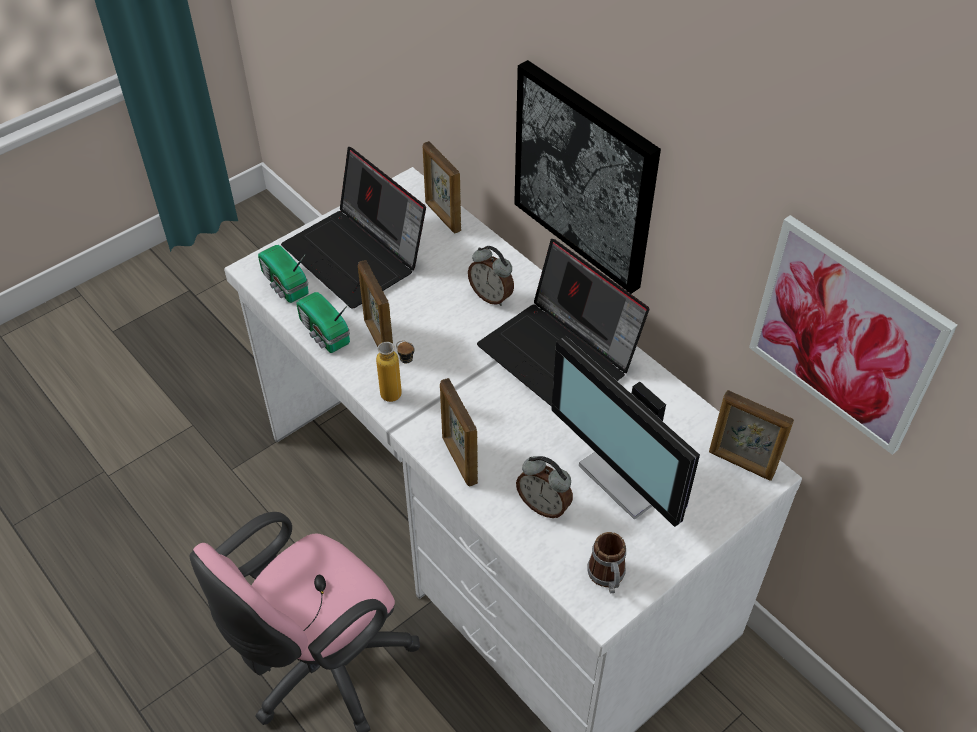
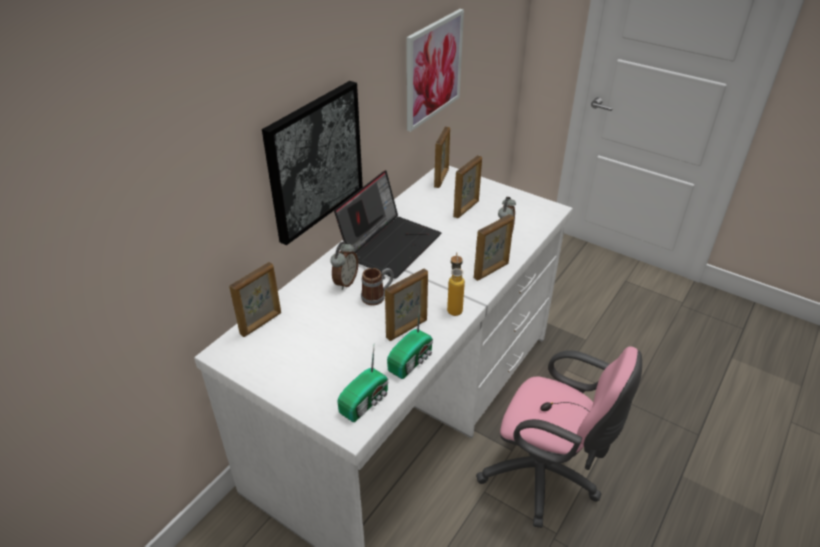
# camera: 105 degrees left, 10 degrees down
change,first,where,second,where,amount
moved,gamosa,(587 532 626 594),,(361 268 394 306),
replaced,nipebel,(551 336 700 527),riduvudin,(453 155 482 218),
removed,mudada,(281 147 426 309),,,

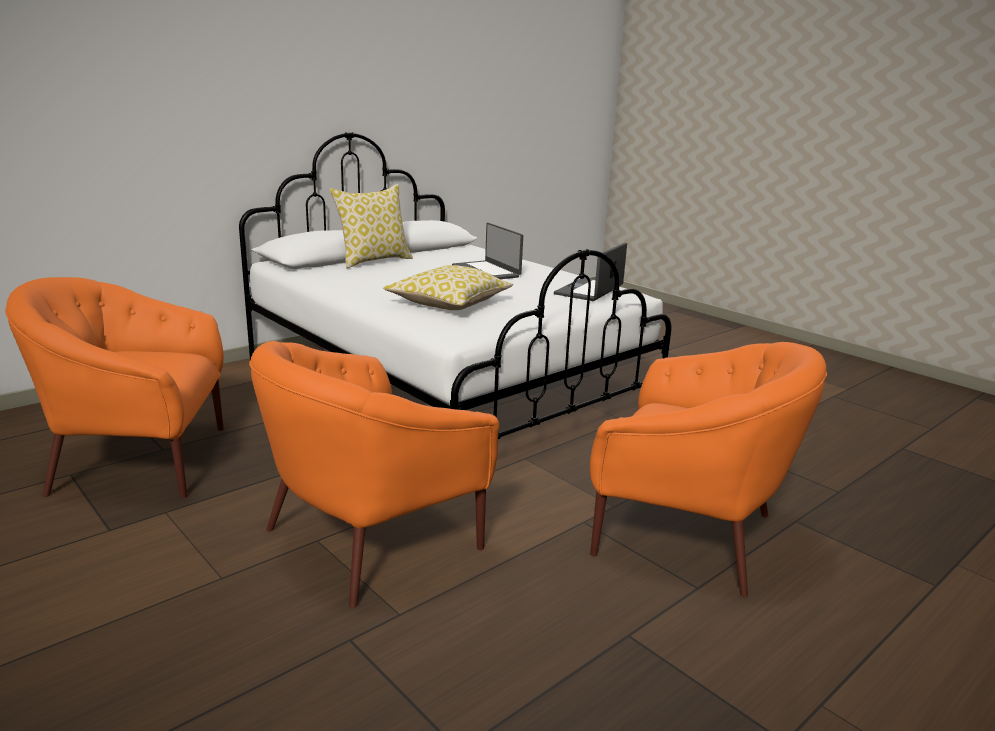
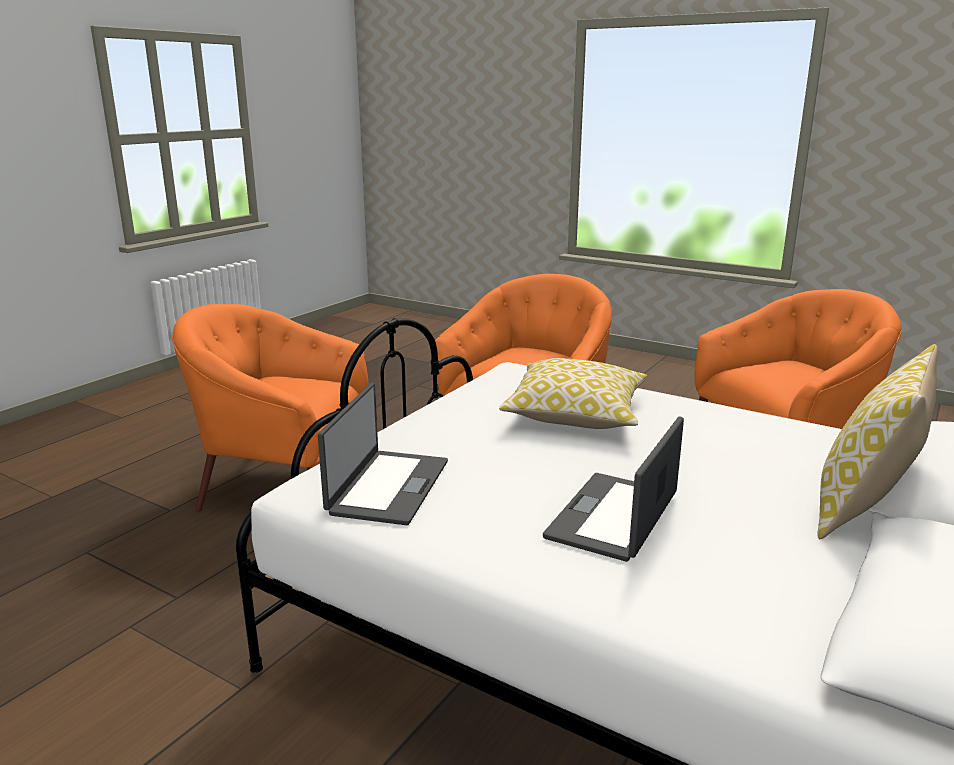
# camera: 165 degrees right, 0 degrees up
change,first,where,second,where,amount
turned,mudada,(452 223 523 279),,(543 416 684 562),105 degrees counterclockwise

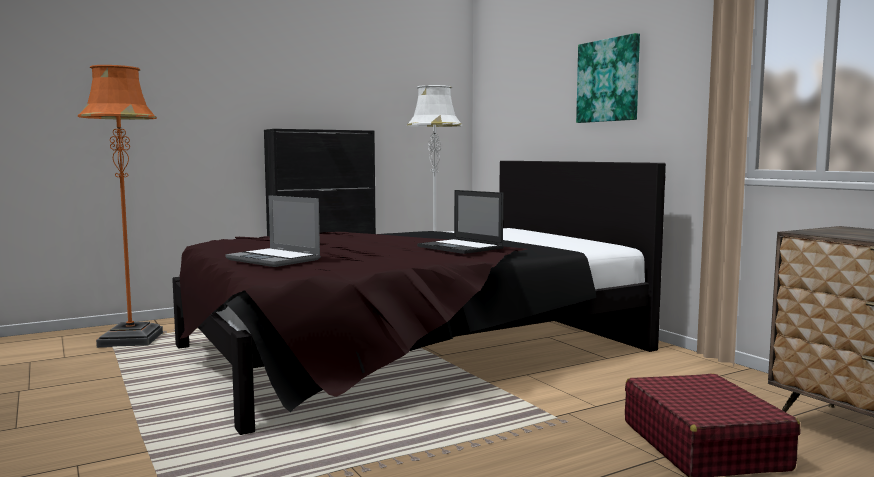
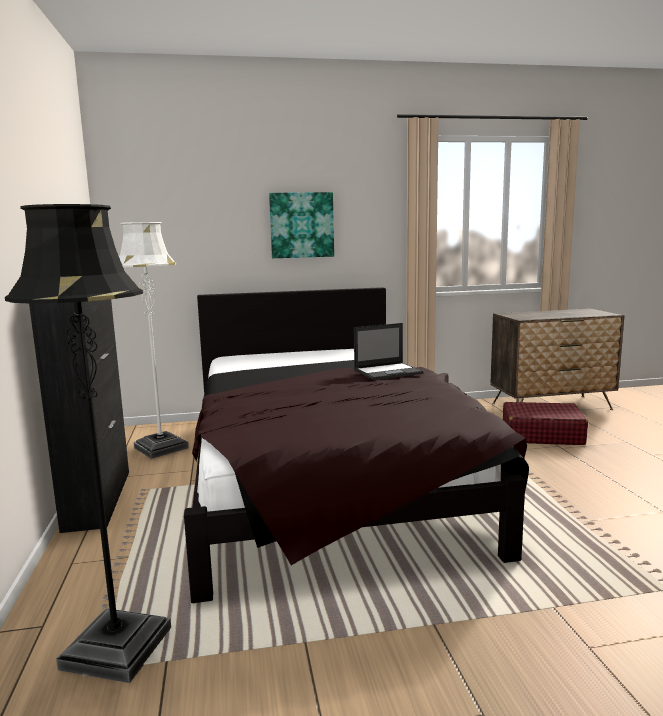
# camera: 70 degrees left, 5 degrees up
change,first,where,second,where,amount
recoloured,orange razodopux,(78 65 163 348),black razodopux,(5 204 171 683),
removed,mudada,(226 195 321 267),,,

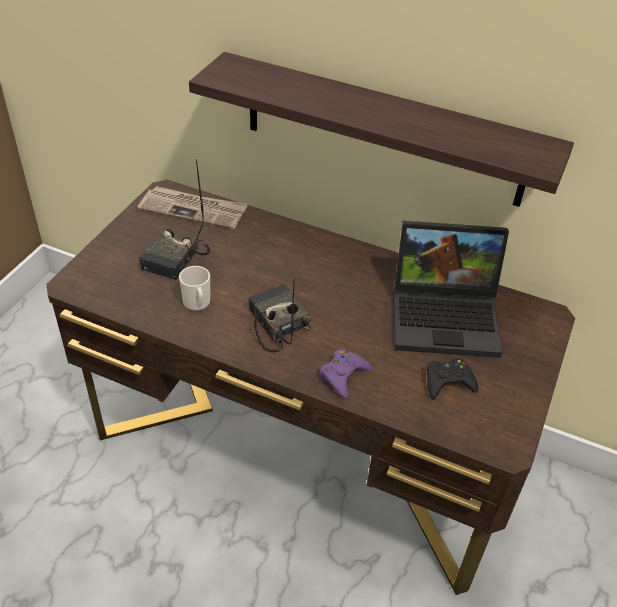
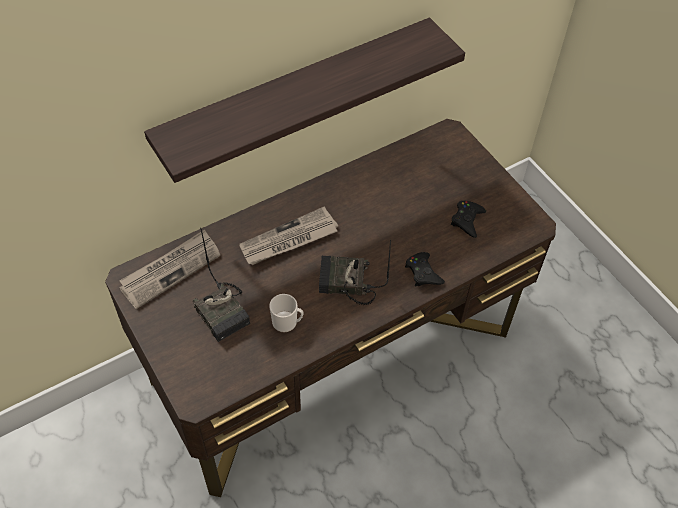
# camera: 55 degrees left, 10 degrees up
change,first,where,second,where,amount
added,,,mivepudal,(239 206 338 265),
recoloured,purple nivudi,(320 349 372 399),black nivudi,(405 252 445 286),
removed,mudada,(393 221 509 358),,,

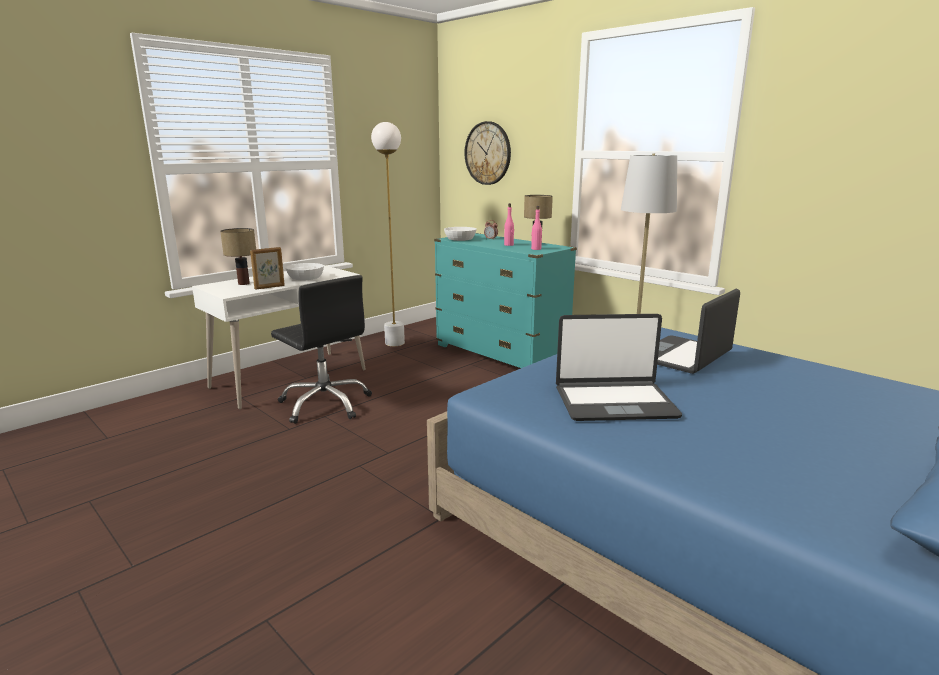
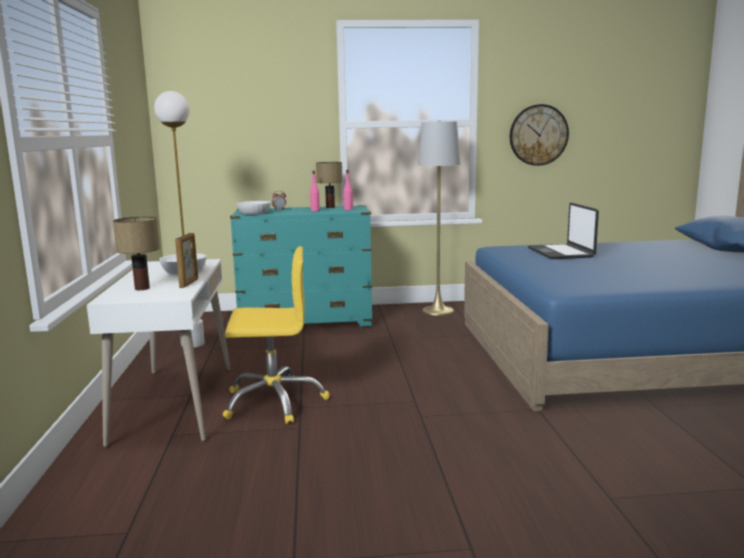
# camera: 50 degrees left, 5 degrees down
change,first,where,second,where,amount
recoloured,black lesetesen,(271 275 372 424),yellow lesetesen,(223 246 330 424),
moved,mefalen,(465 121 511 185),,(510 104 569 166),
removed,mudada,(556 314 682 421),,,

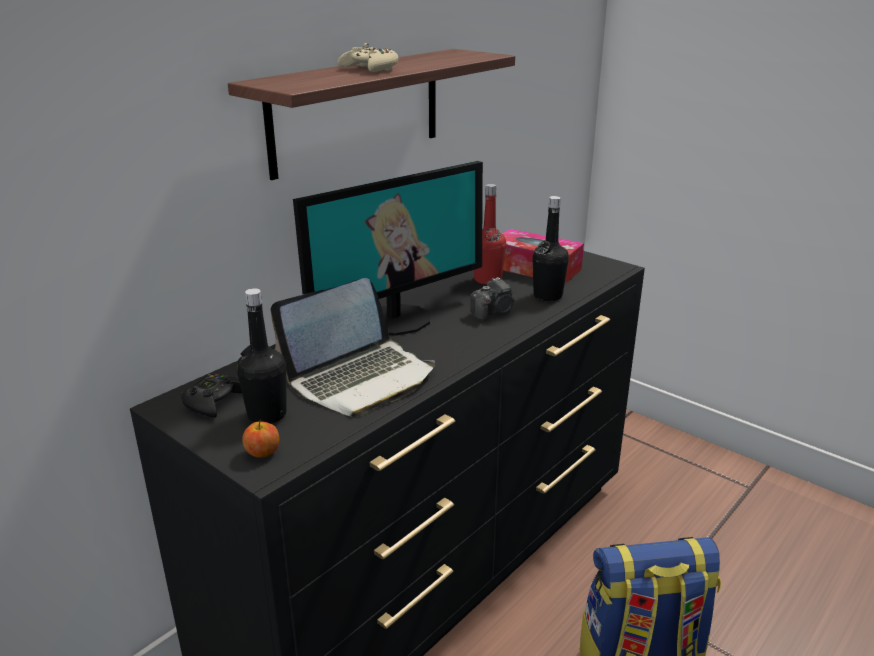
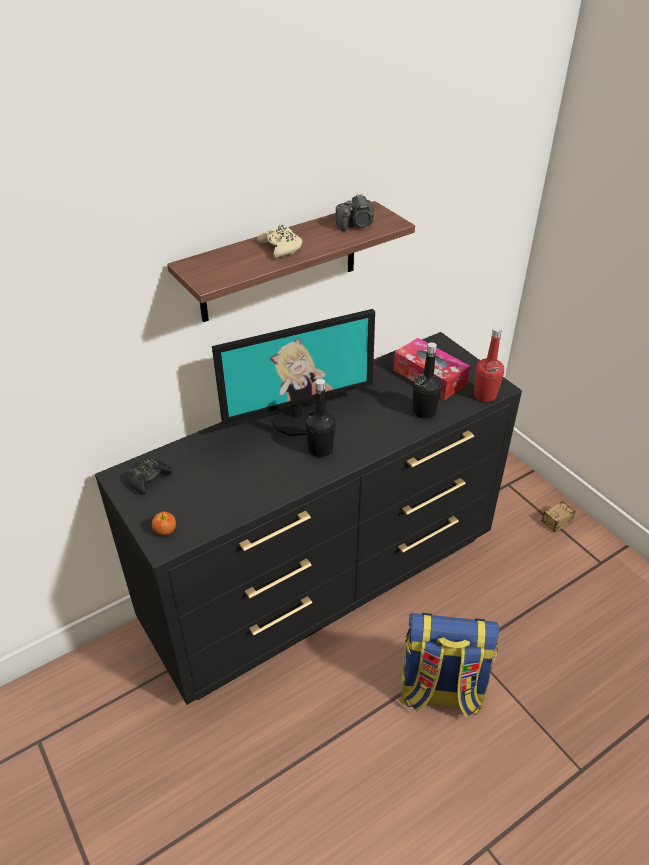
# camera: 15 degrees right, 15 degrees up
change,first,where,second,where,amount
moved,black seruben,(237 288 286 424),,(305 379 336 457),
moved,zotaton,(470 277 514 321),,(336 194 374 231),
moved,red seruben,(474 184 507 285),,(474 327 504 402),
added,,,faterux,(542 501 575 532),
removed,mudada,(270 278 435 417),,,

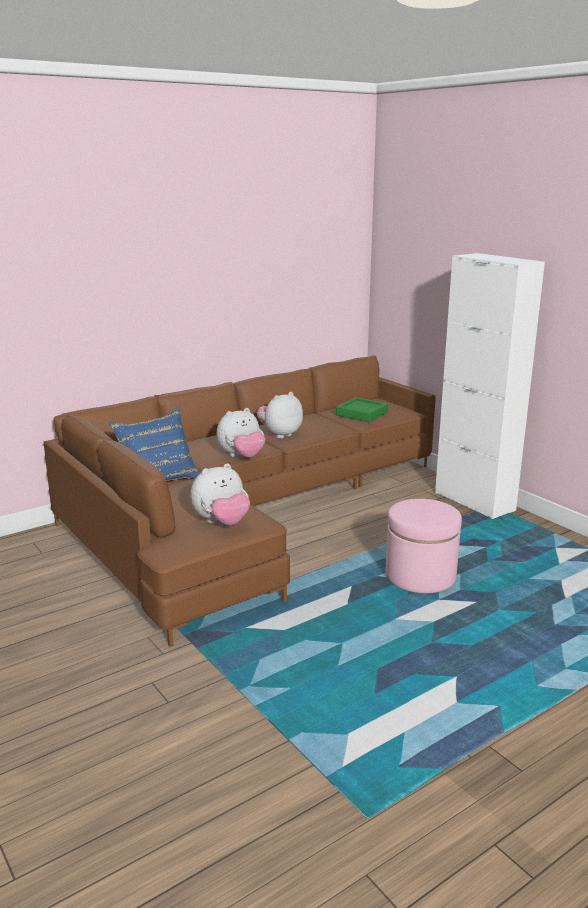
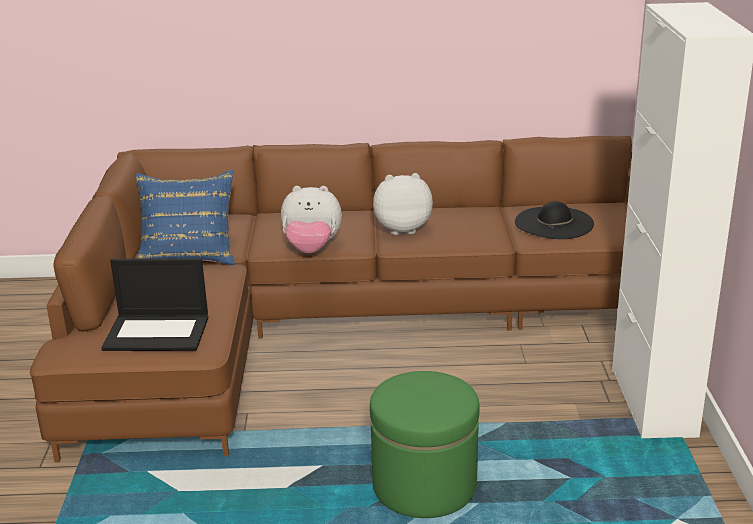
# camera: 35 degrees right, 5 degrees up
change,first,where,second,where,amount
replaced,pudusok,(190 463 250 525),mudada,(101 258 208 351),
recoloured,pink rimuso,(386 499 462 593),green rimuso,(370 371 480 518),
replaced,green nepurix,(336 397 388 422),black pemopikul,(515 201 594 239),

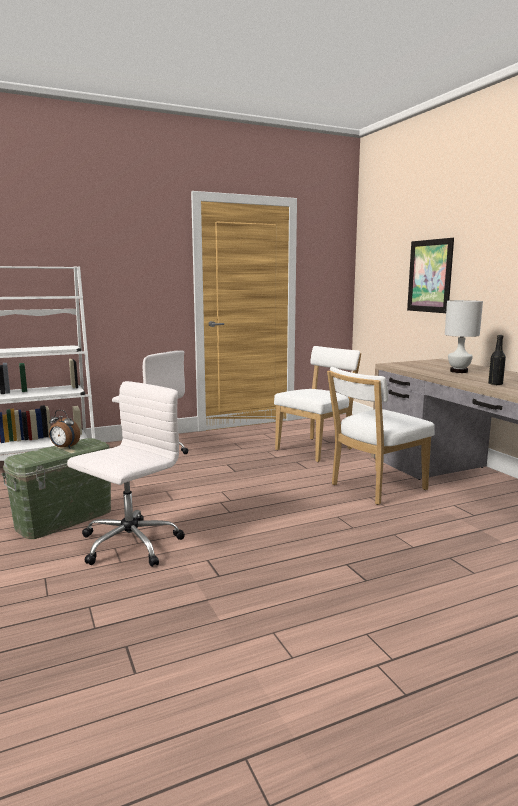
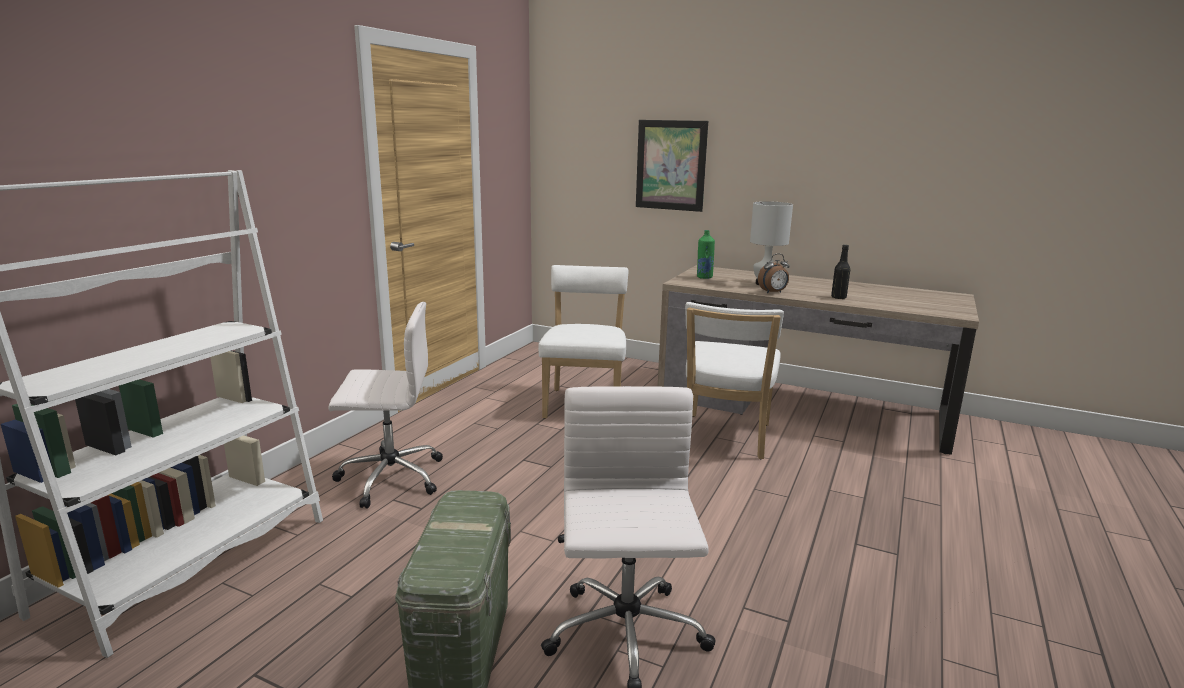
# camera: 40 degrees left, 5 degrees up
change,first,where,second,where,amount
added,,,green seruben,(697 230 715 279),
moved,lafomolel,(49 410 80 449),,(758 254 789 293),

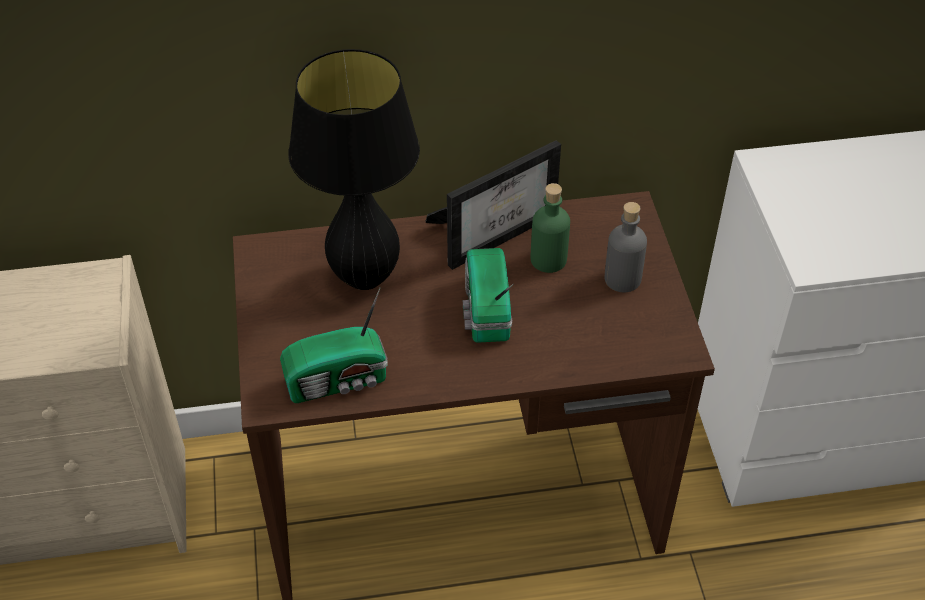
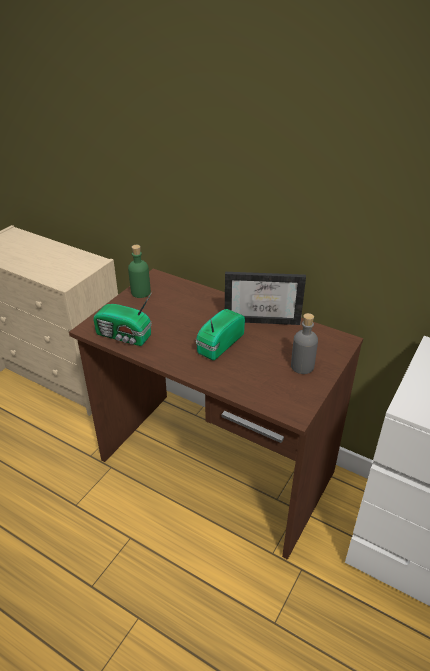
# camera: 40 degrees right, 10 degrees down
change,first,where,second,where,amount
moved,green seruben,(531 183 570 273),,(128 245 151 298),
removed,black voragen,(288 49 420 290),,,

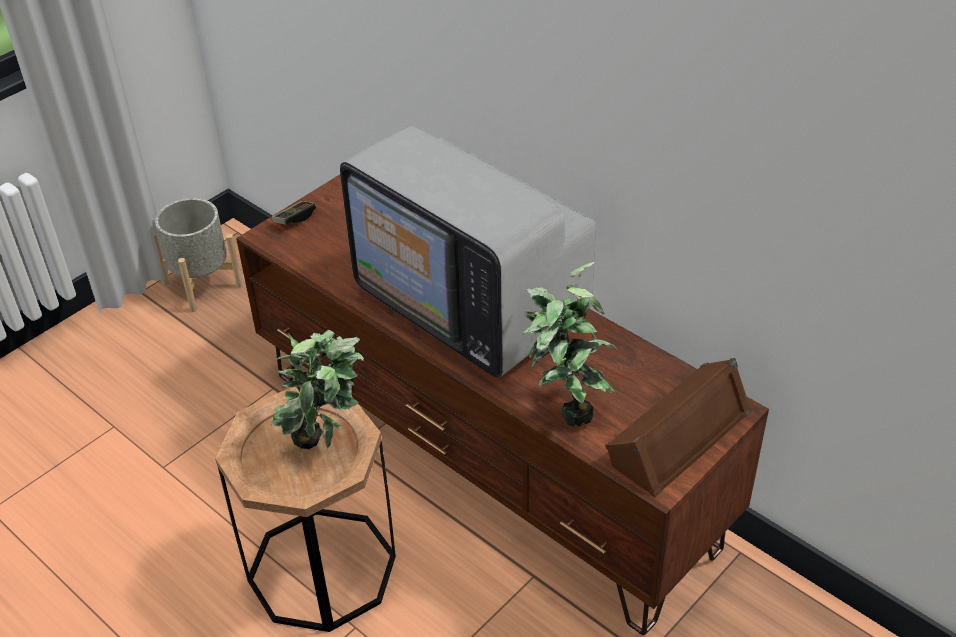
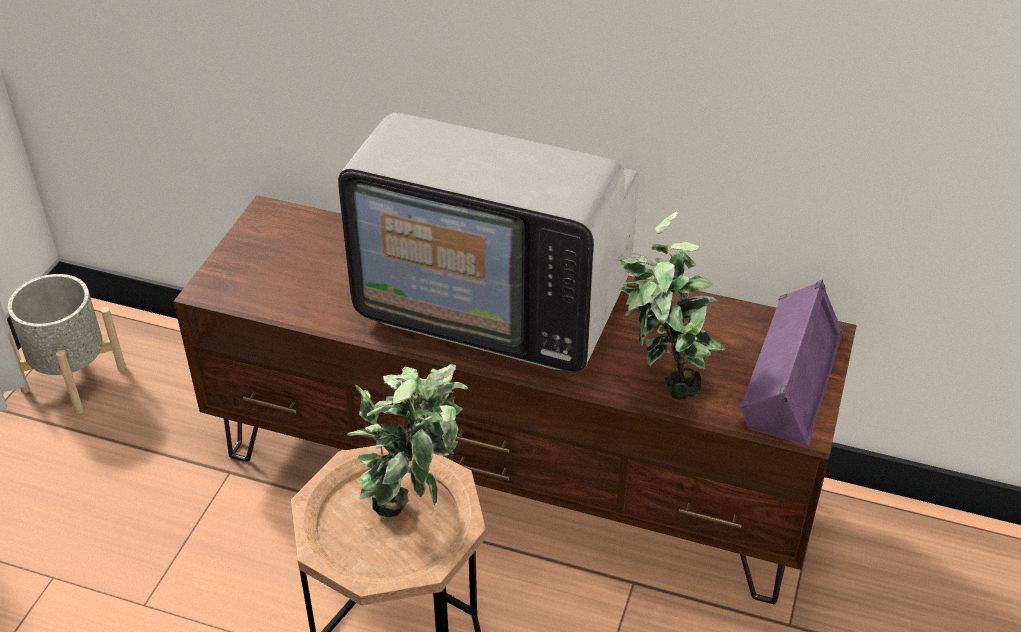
# camera: 25 degrees left, 0 degrees up
change,first,where,second,where,amount
recoloured,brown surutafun,(605 358 752 497),purple surutafun,(739 280 843 446),
removed,nivudi,(272 201 316 224),,,

